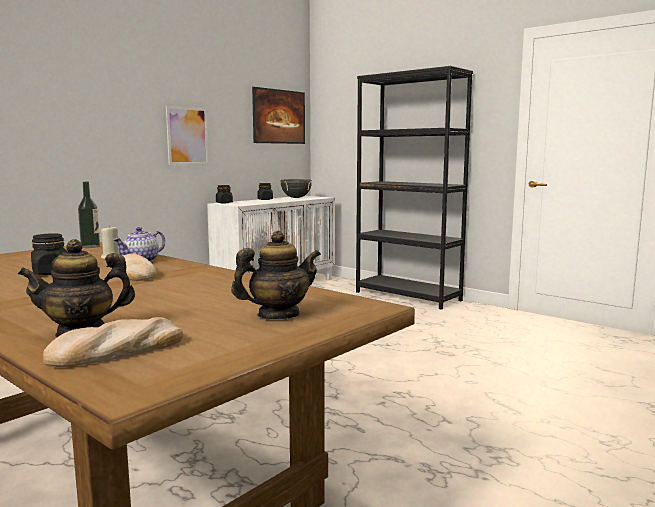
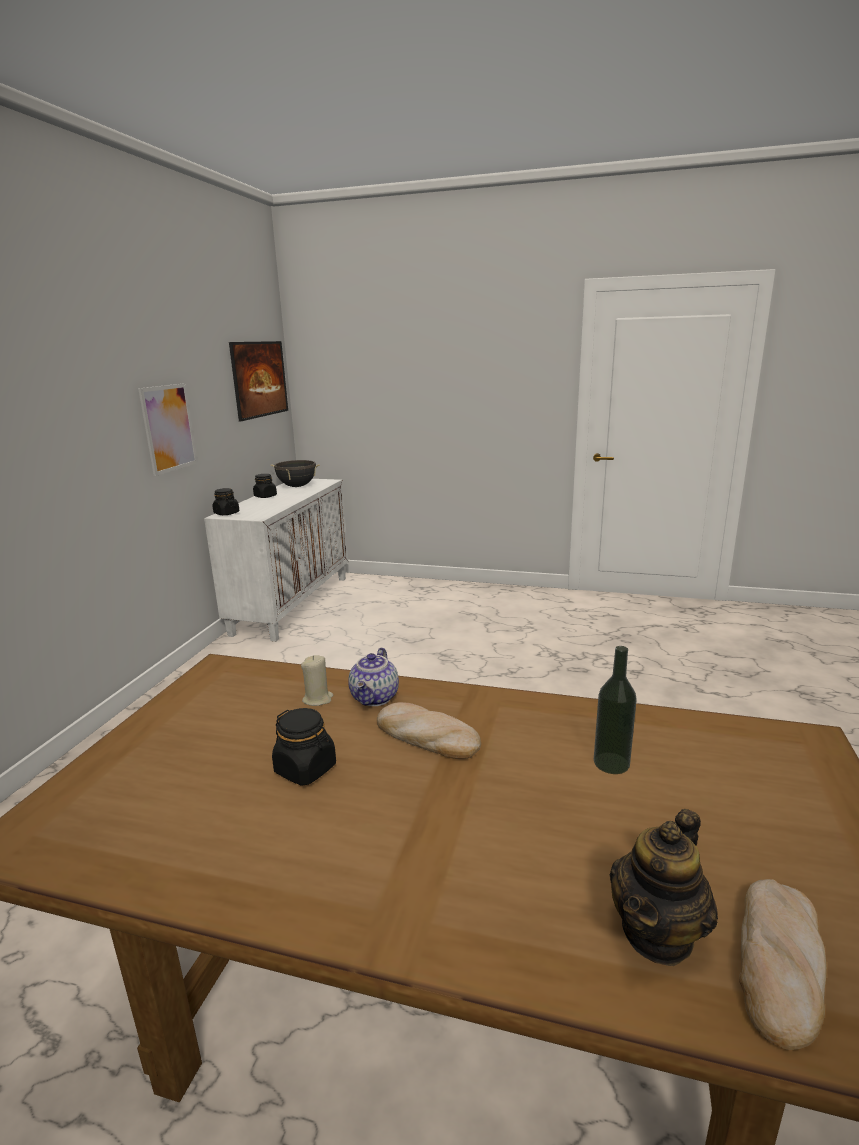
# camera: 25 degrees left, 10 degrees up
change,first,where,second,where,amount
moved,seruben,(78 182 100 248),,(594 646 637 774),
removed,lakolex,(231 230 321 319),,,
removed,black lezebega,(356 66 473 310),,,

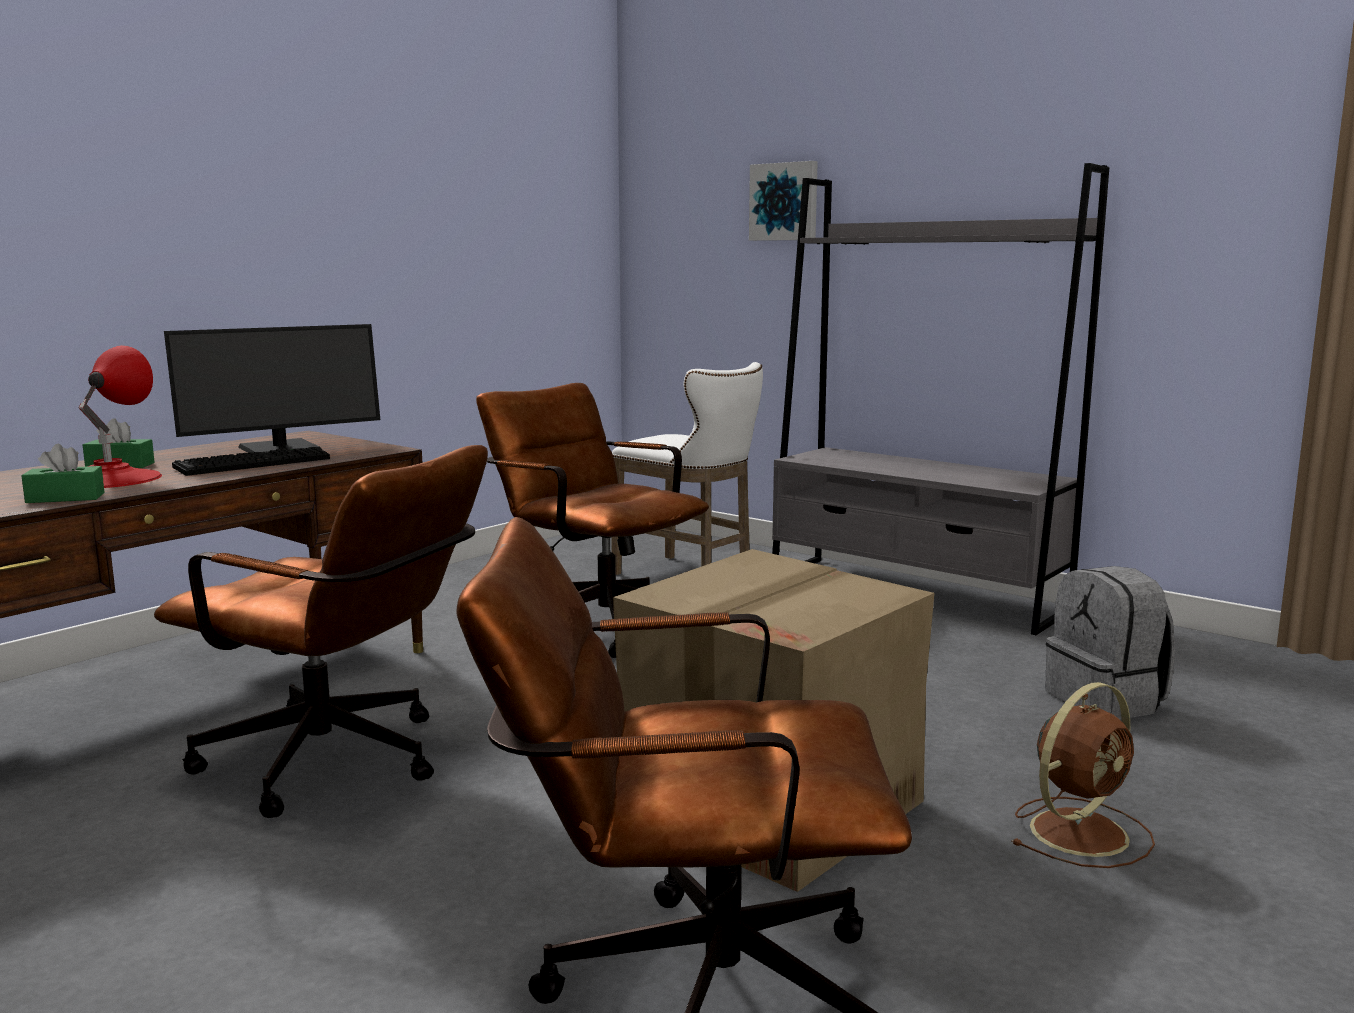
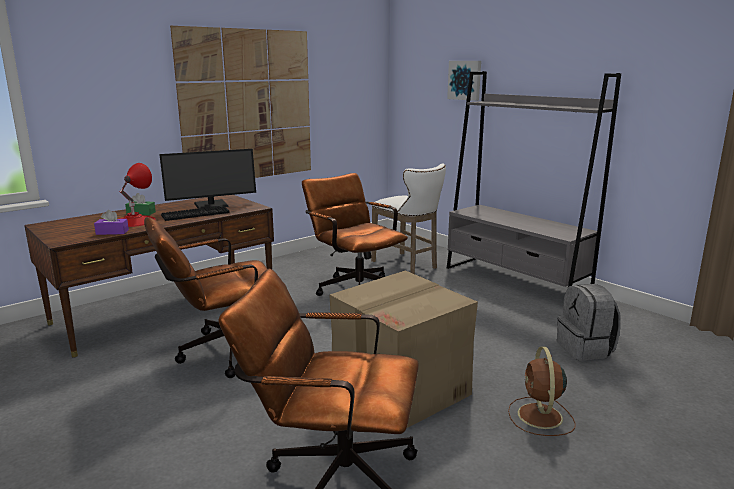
# camera: 10 degrees right, 5 degrees up
change,first,where,second,where,amount
recoloured,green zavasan,(22 444 105 503),purple zavasan,(94 210 129 235),
turned,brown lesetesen,(154 445 488 818),,(144 217 286 378),120 degrees clockwise
added,,,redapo,(170 26 311 178),
turned,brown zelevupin,(1011 682 1155 868),,(508 347 576 436),120 degrees clockwise

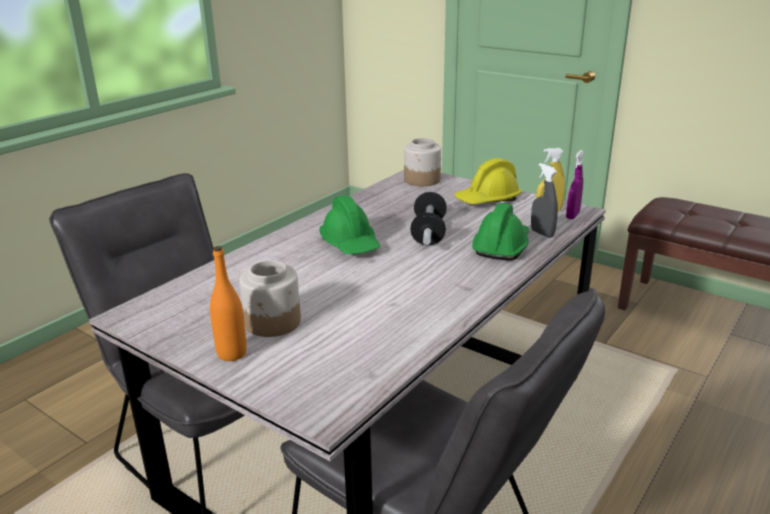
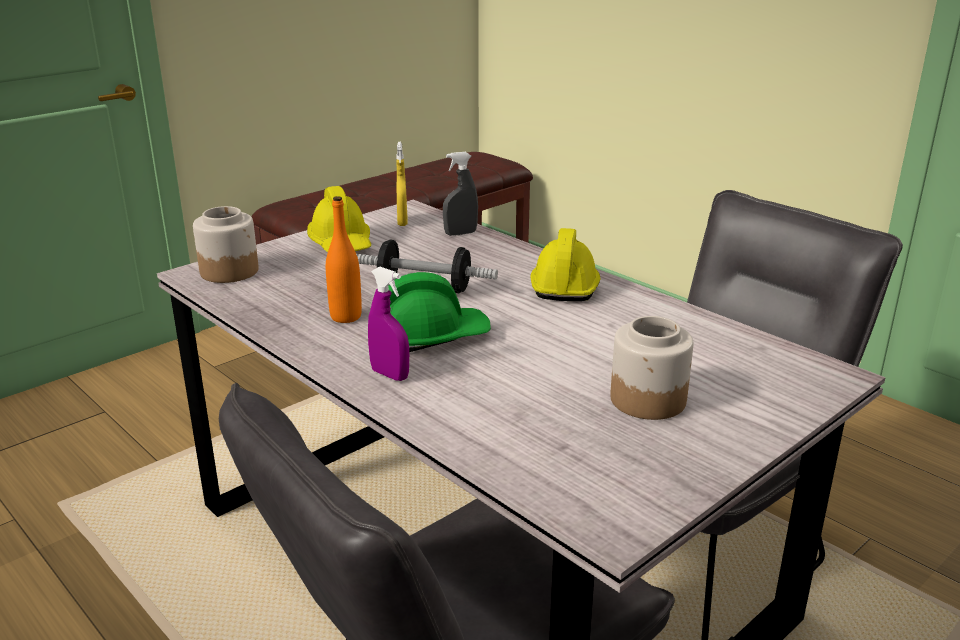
# camera: 80 degrees left, 0 degrees up
change,first,where,second,where,amount
moved,orange seruben,(210 246 246 361),,(326 196 362 323),
moved,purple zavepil,(566 150 584 219),,(368 267 409 381),
added,,,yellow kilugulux,(530 228 601 301),
removed,green kilugulux,(472 203 529 261),,,

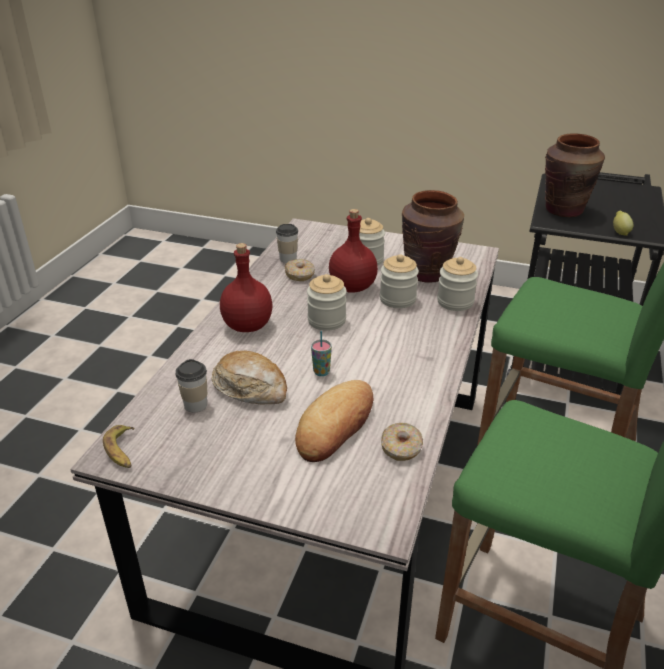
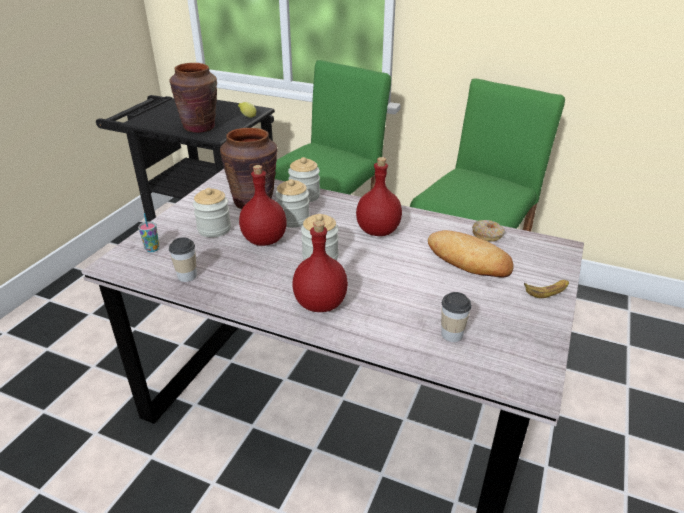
# camera: 85 degrees left, 0 degrees up
change,first,where,second,where,amount
moved,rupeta,(311 331 332 376),,(138 213 159 252),
added,,,red seruben,(356 157 402 236),
moved,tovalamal,(103 425 135 468),,(524 280 569 298),
removed,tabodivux,(212 351 287 404),,,
removed,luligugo,(285 259 315 281),,,

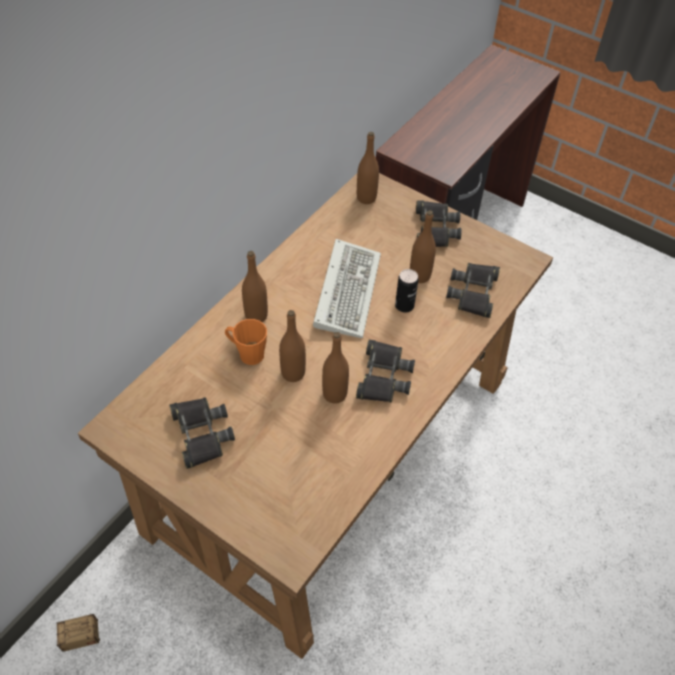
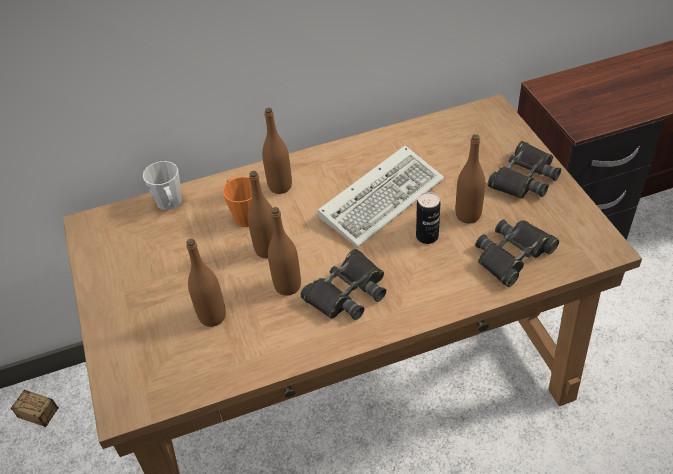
# camera: 40 degrees right, 5 degrees down
change,first,where,second,where,amount
added,,,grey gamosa,(143 161 181 210),
moved,brown seruben,(357 132 379 204),,(186 239 226 327),
removed,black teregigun,(169 397 235 469),,,

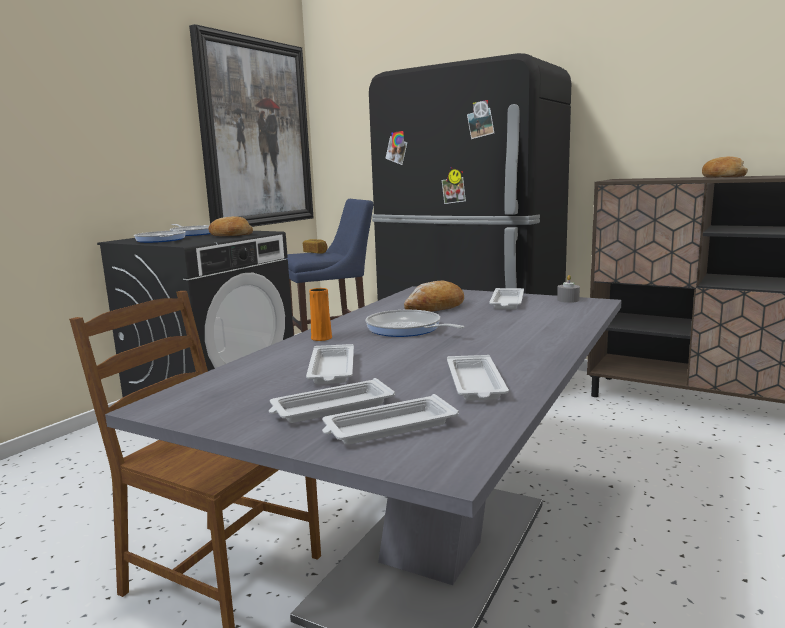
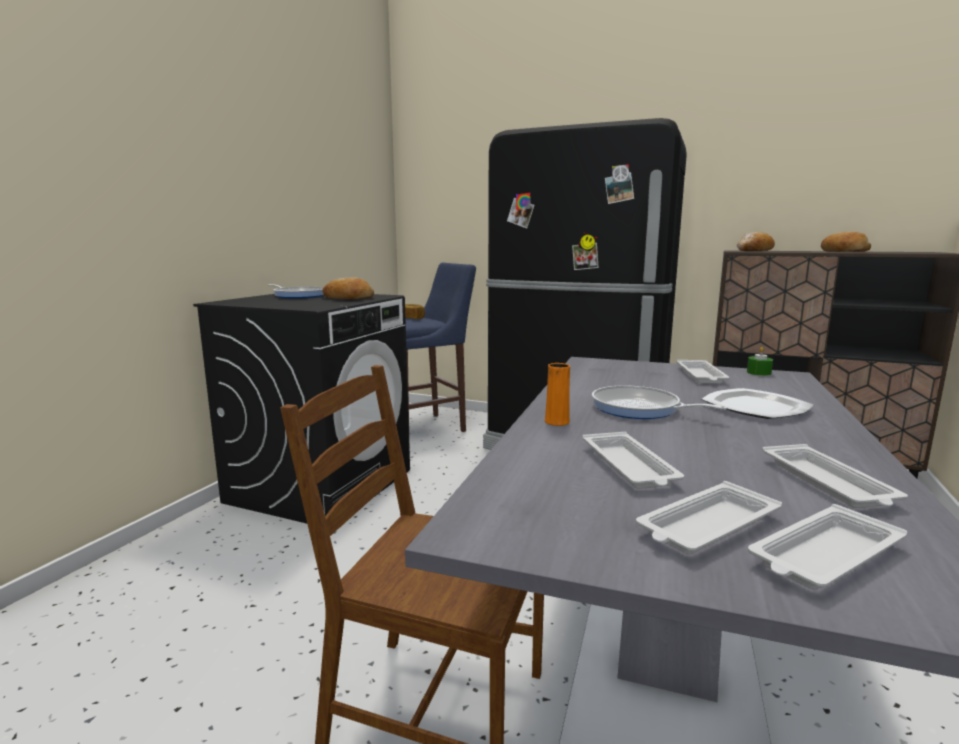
# camera: 10 degrees left, 0 degrees up
change,first,where,second,where,amount
added,,,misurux,(701 388 813 419),
moved,tabodivux,(404 281 464 312),,(737 232 775 251),
recoloured,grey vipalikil,(557 275 580 303),green vipalikil,(747 347 773 376),
removed,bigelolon,(134 231 186 243),,,
removed,redapo,(189 24 313 227),,,

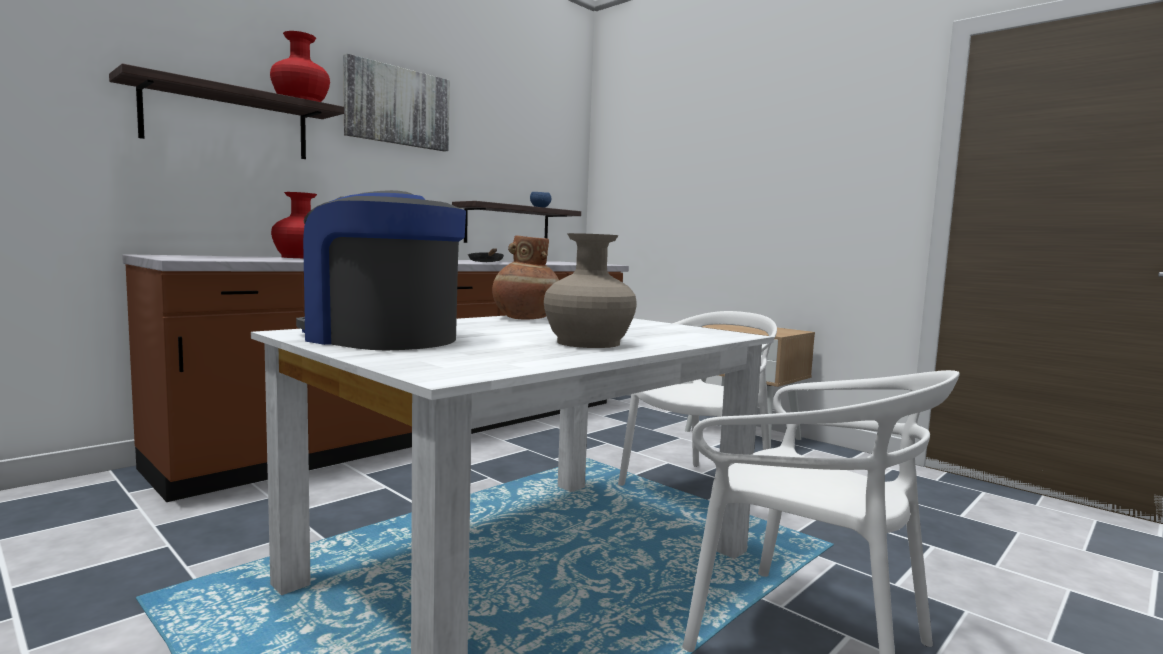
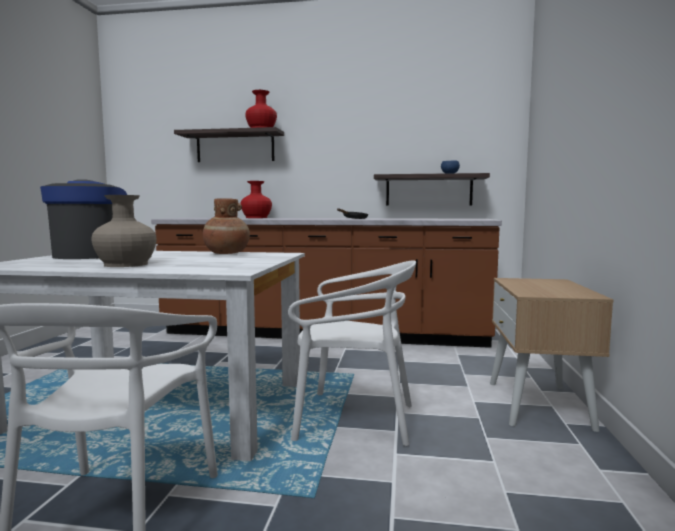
# camera: 55 degrees right, 0 degrees up
change,first,where,second,where,amount
removed,redapo,(343 54 450 152),,,

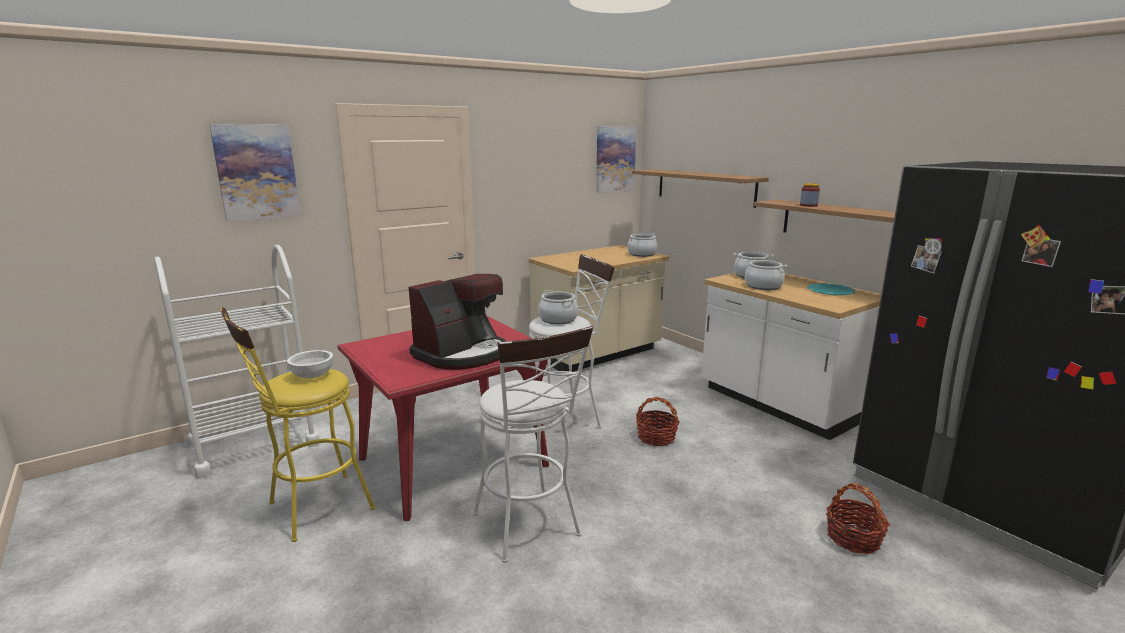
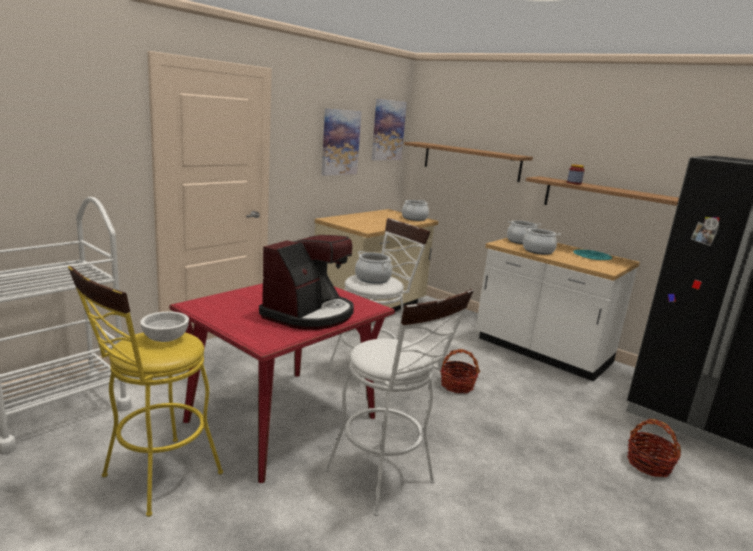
# camera: 15 degrees left, 0 degrees up
change,first,where,second,where,amount
moved,redapo,(209 124 301 221),,(321 108 362 176),

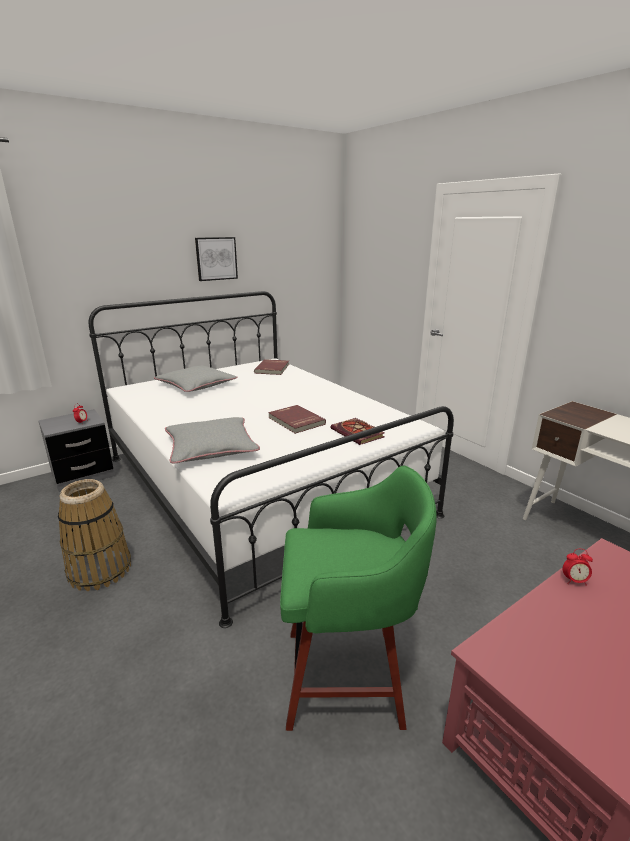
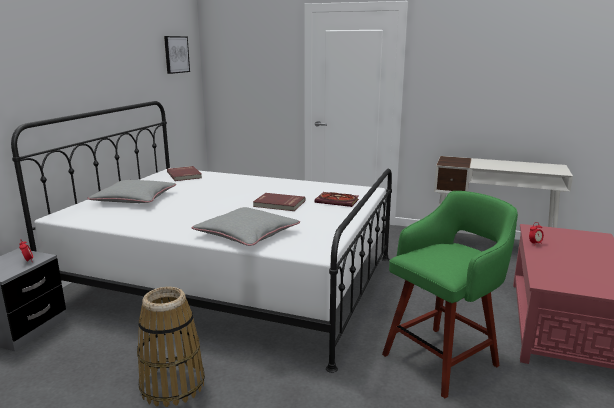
# camera: 35 degrees left, 5 degrees down
change,first,where,second,where,amount
moved,redapo,(195 237 238 281),,(164 36 190 74),

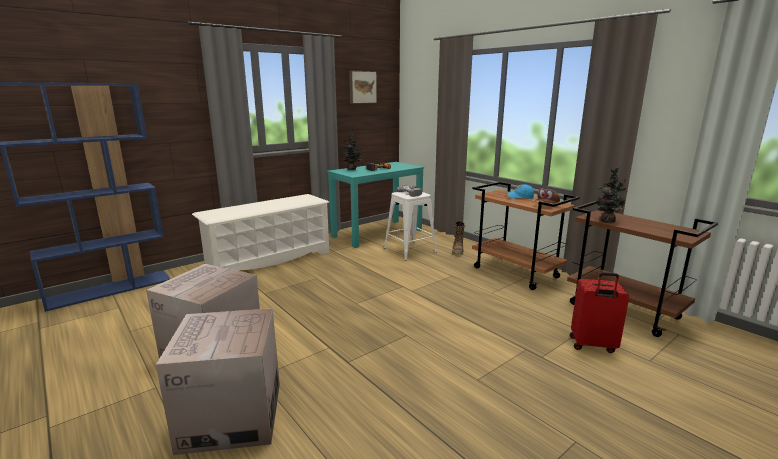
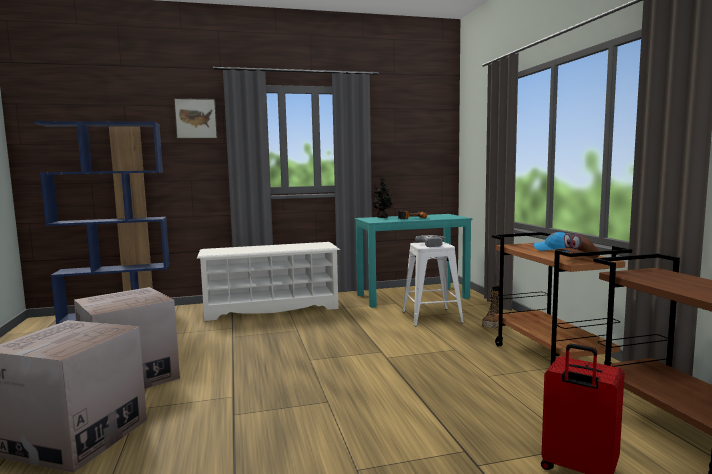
# camera: 25 degrees right, 10 degrees down
change,first,where,second,where,amount
moved,redapo,(349 71 377 104),,(174 98 218 139),
removed,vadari,(593 167 626 223),,,

